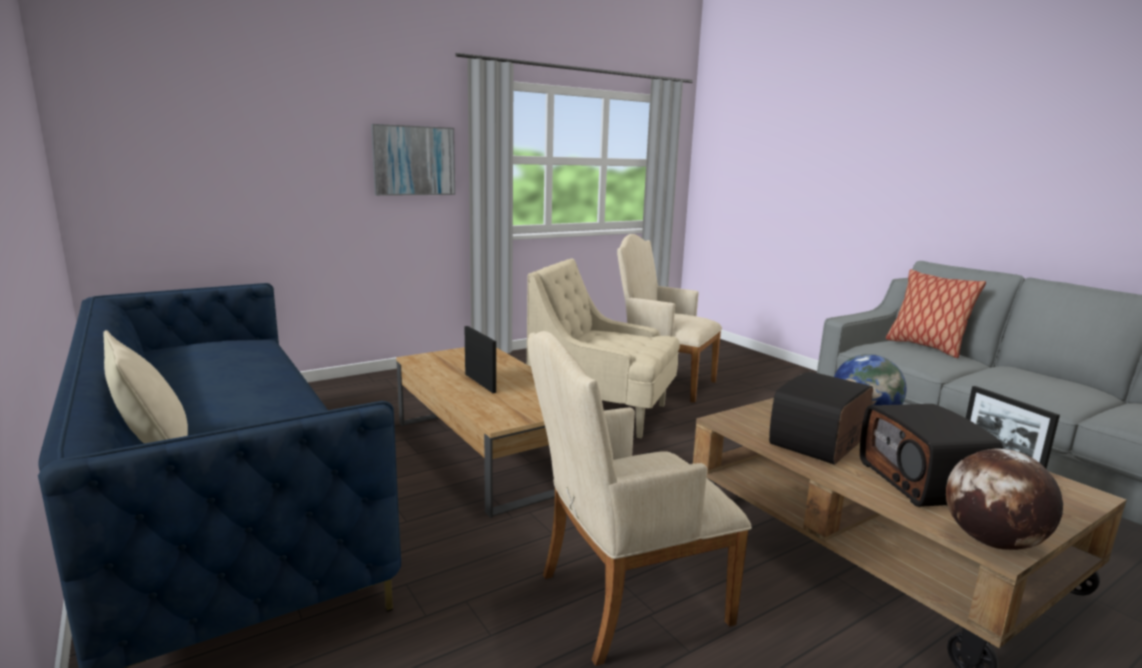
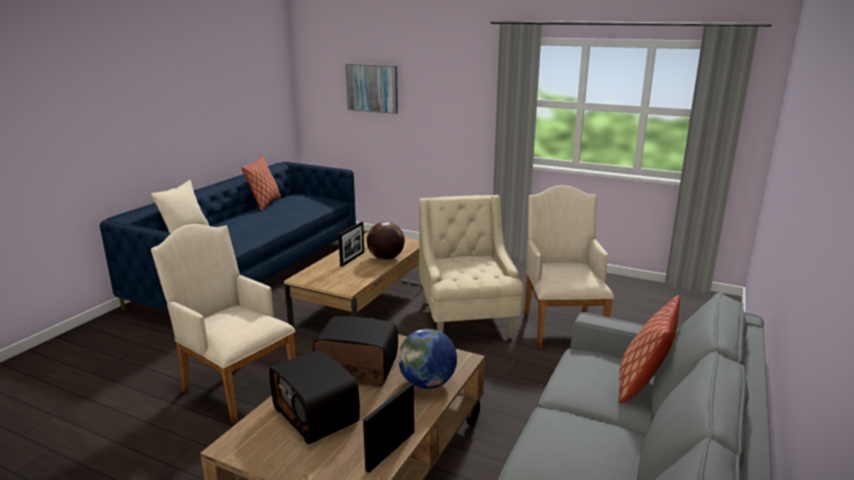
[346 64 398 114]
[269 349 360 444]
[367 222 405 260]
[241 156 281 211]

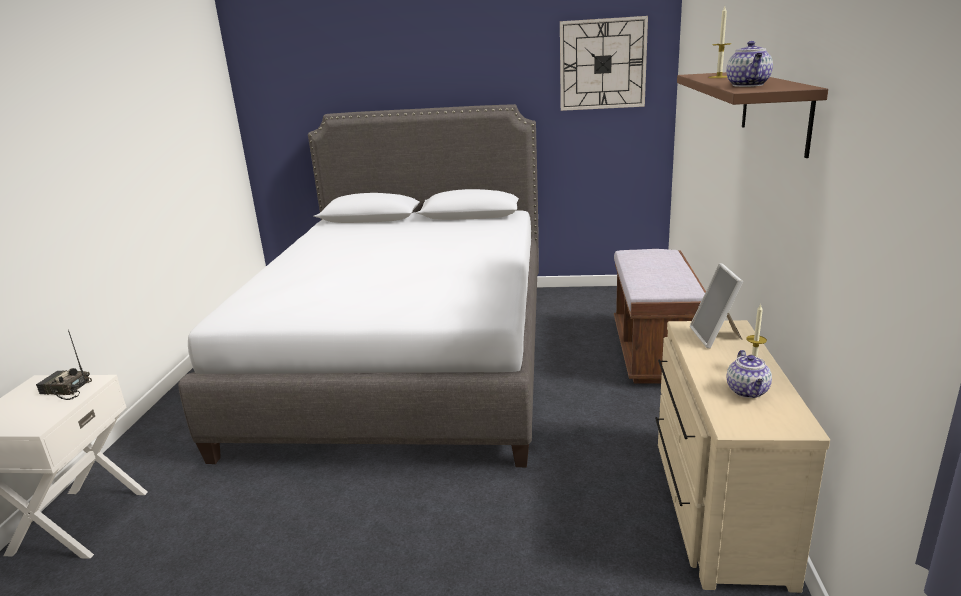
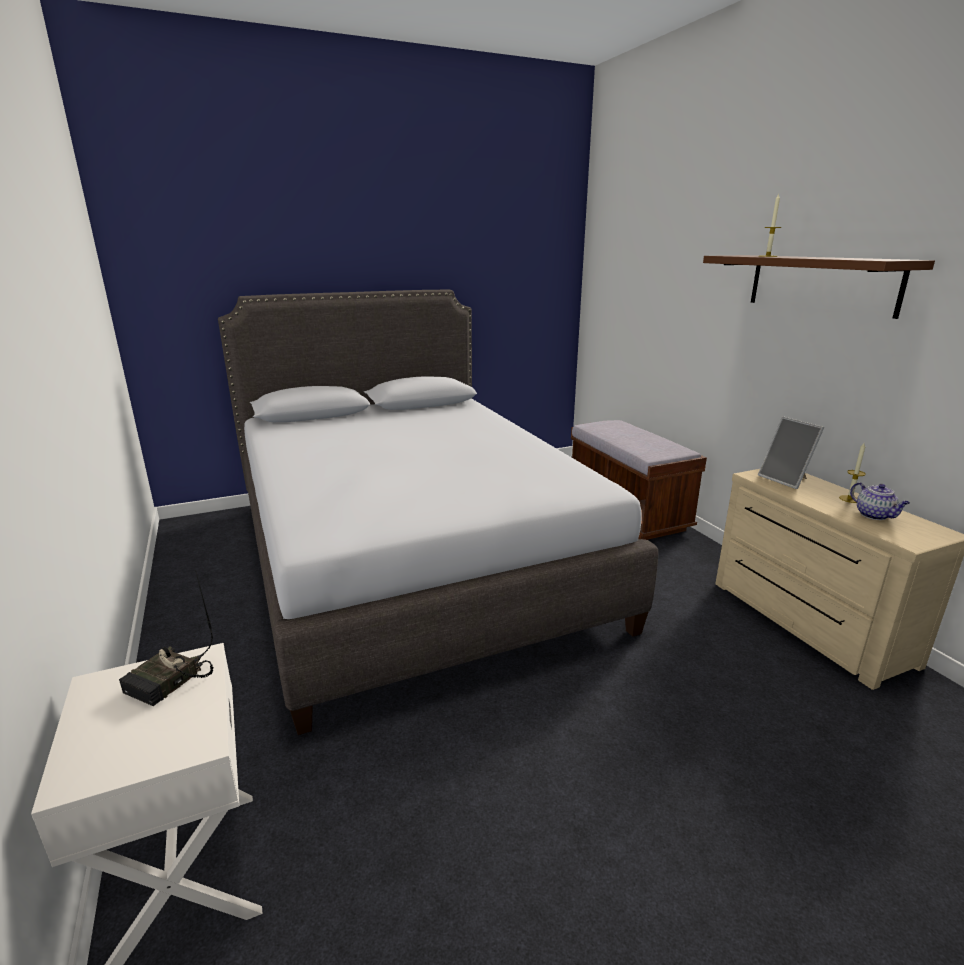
[560 16 648 111] (first image)
[726 41 773 87] (first image)
[119 570 214 706]

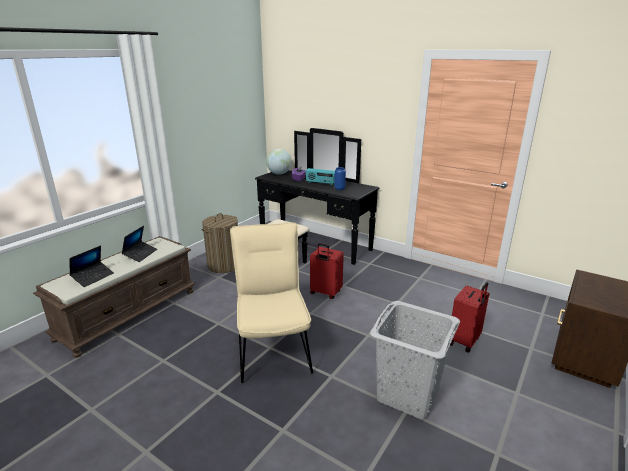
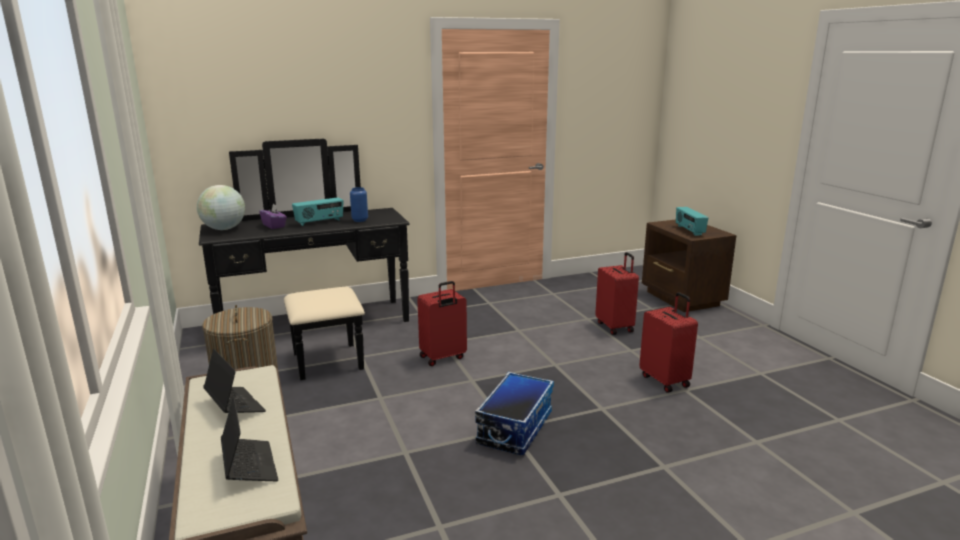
[475 372 554 455]
[639 292 698 393]
[676 207 708 236]

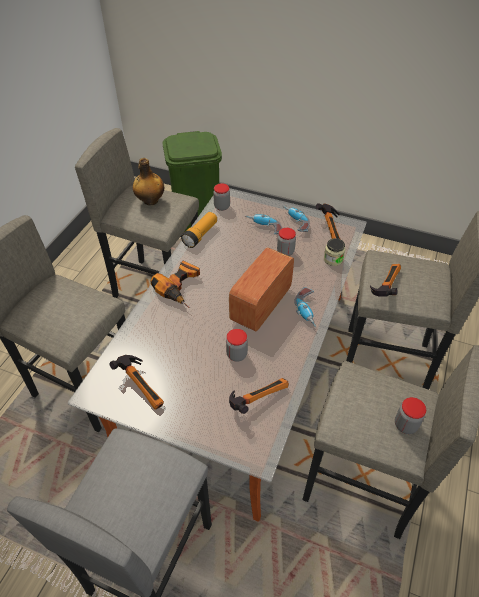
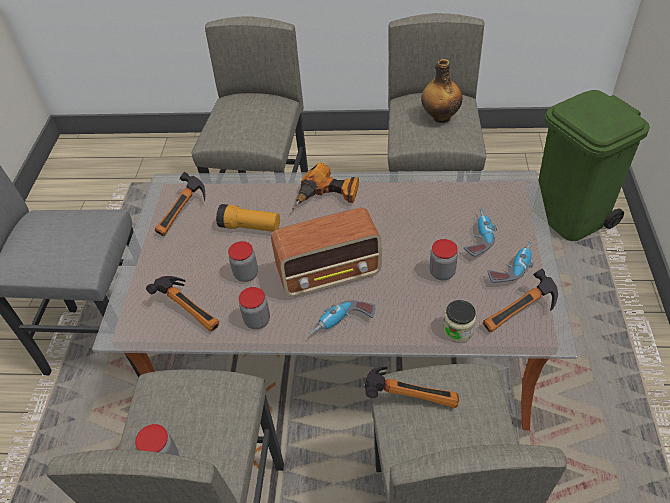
[239 287 270 329]
[216 204 280 232]
[271 208 382 297]

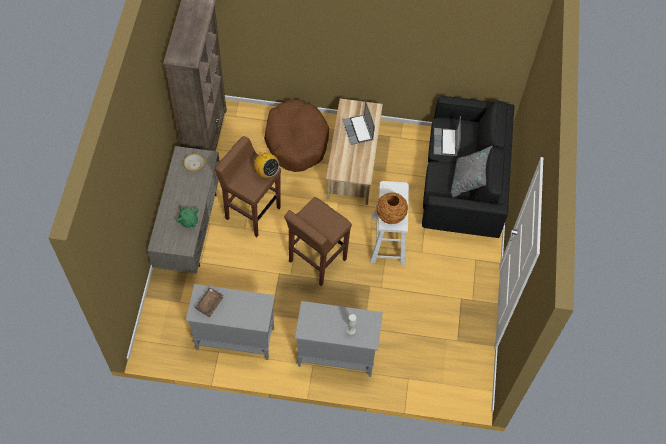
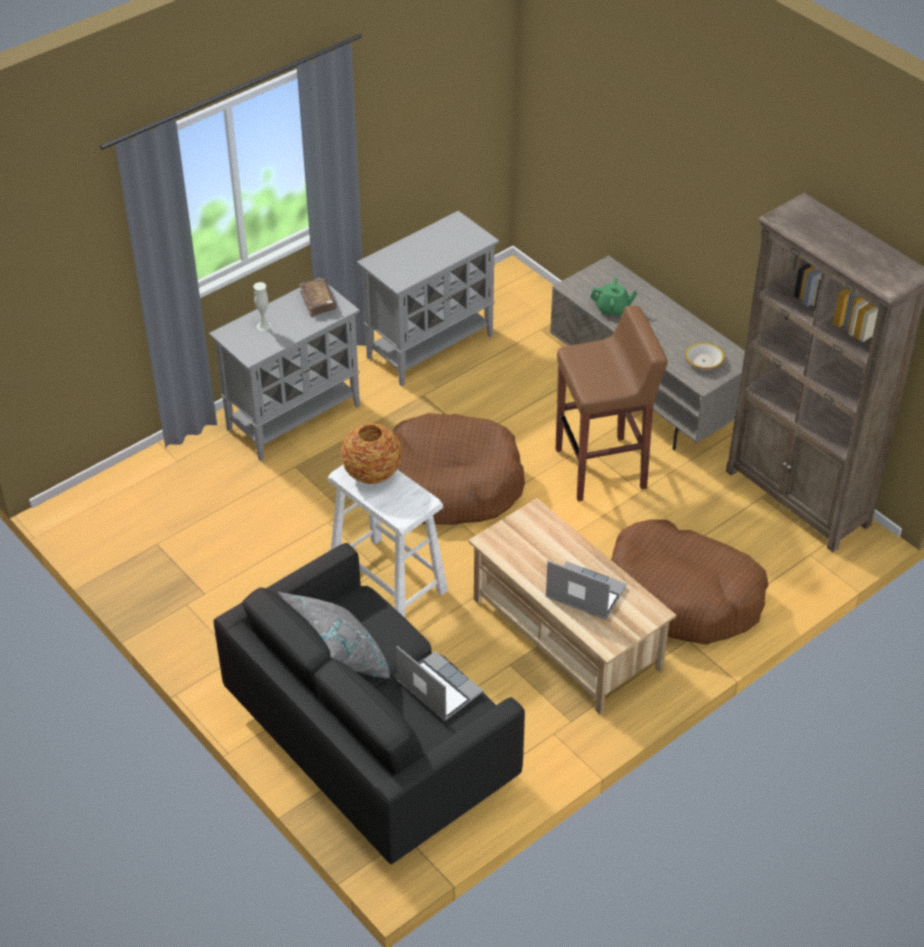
[254 152 279 178] (first image)
[392 413 525 525]
[299 278 337 317]

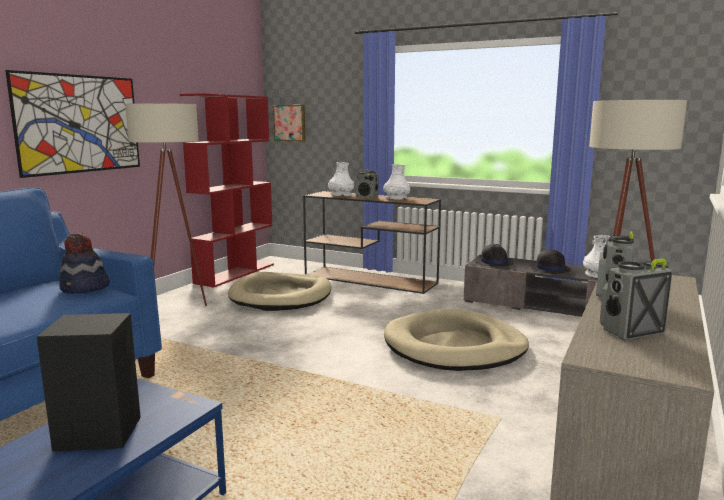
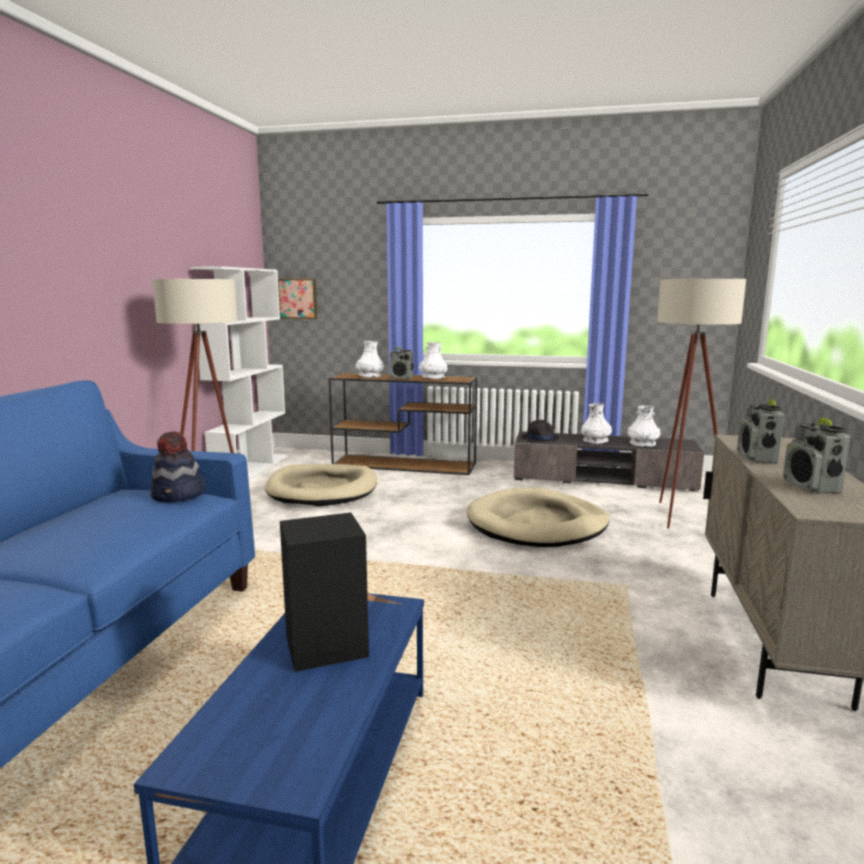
[5 70 140 178] (first image)
[191 266 288 480]
[581 403 612 444]
[783 418 850 494]

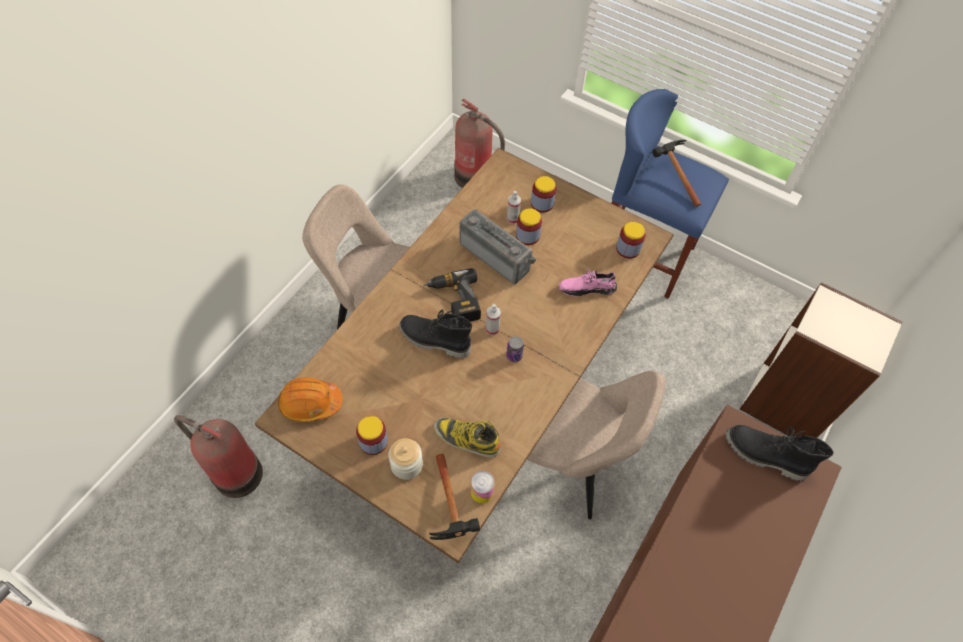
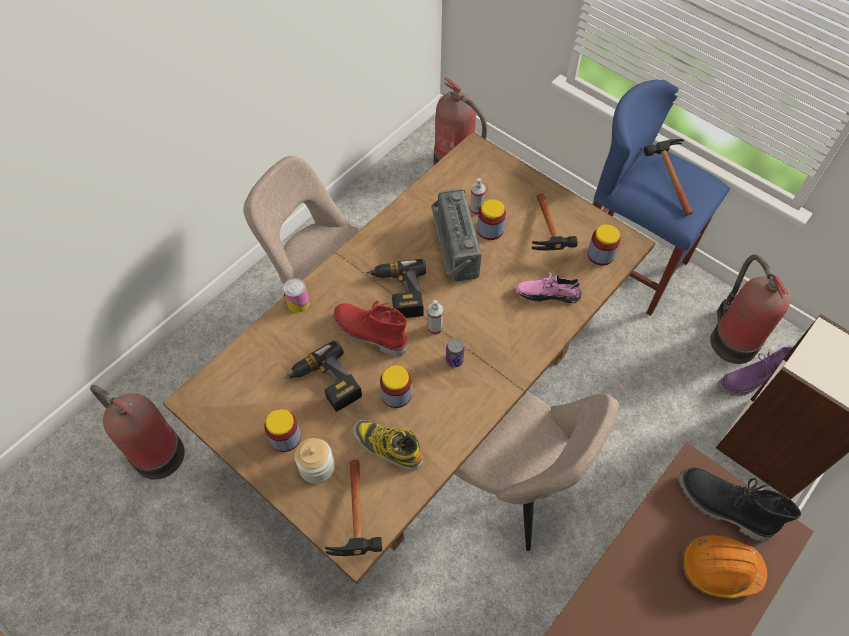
[380 365 412 408]
[431 189 482 282]
[333 301 407 357]
[682 535 767 598]
[283 278 309 313]
[532 193 578 250]
[710 254 790 364]
[285 340 362 412]
[718 347 793 396]

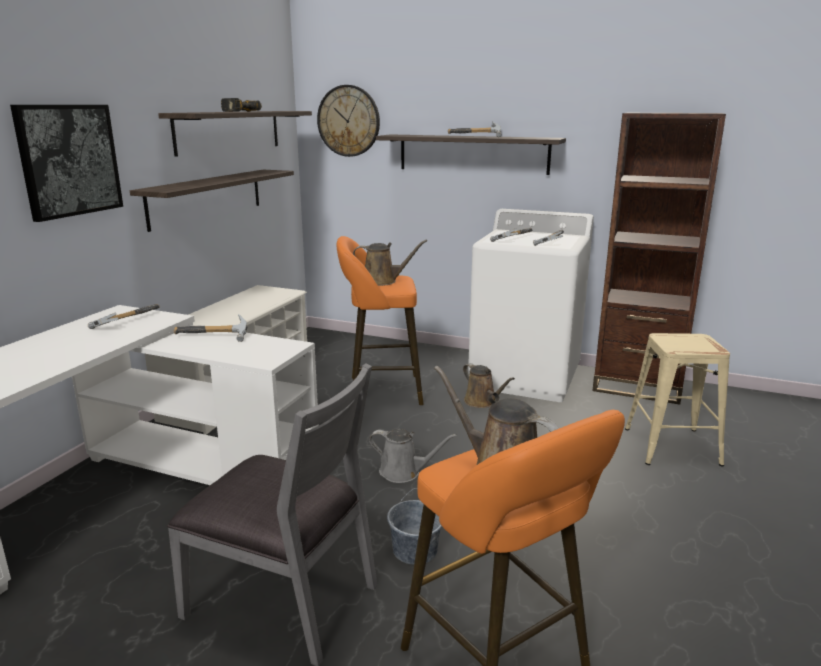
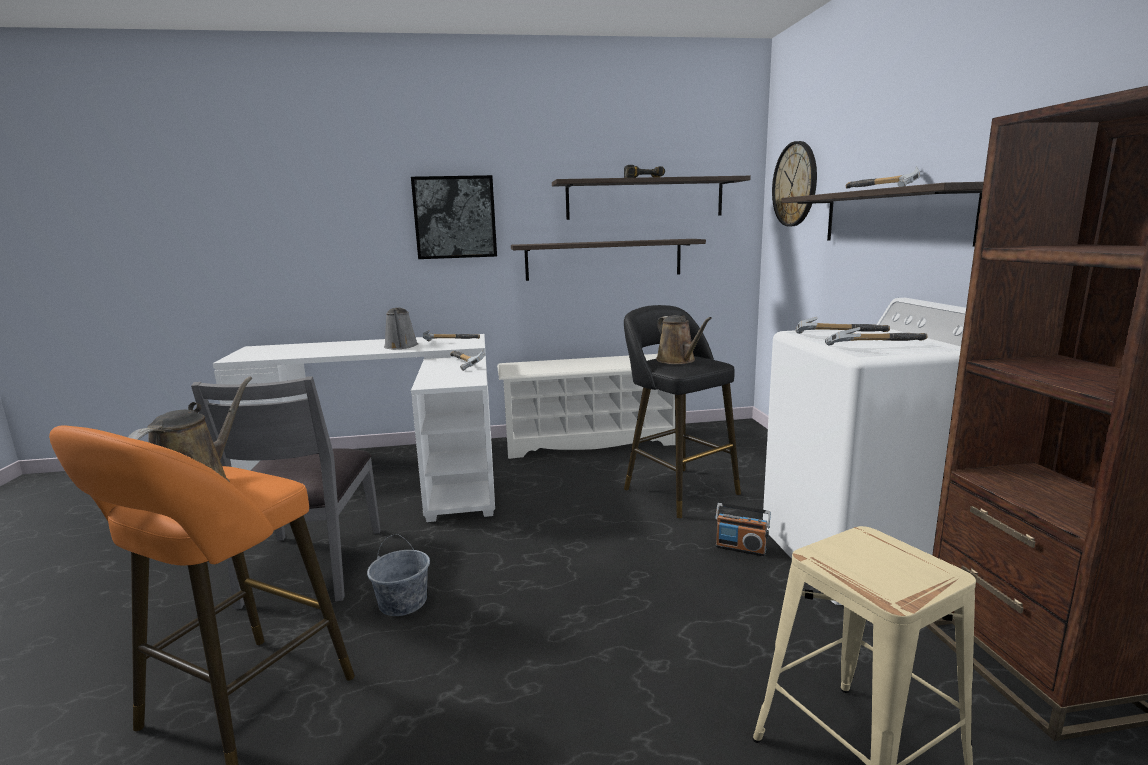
[624 305 741 518]
[715 503 771 556]
[384 308 418 349]

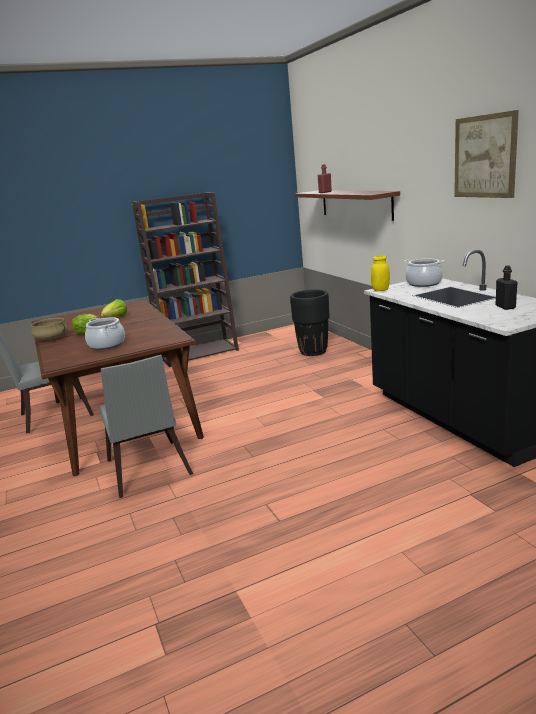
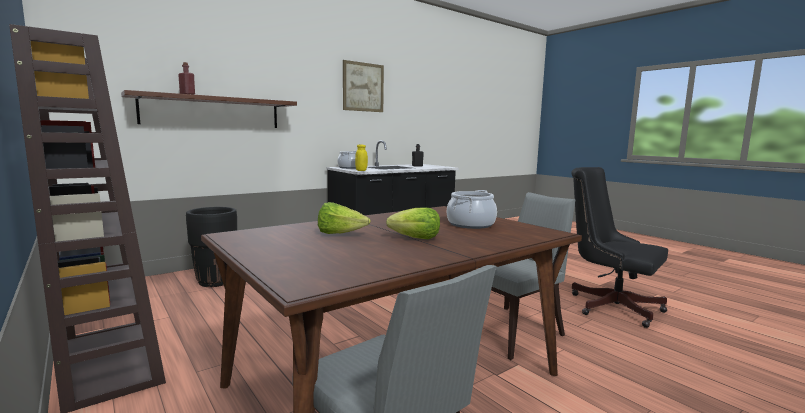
[31 318 68 340] (first image)
[571 167 668 328]

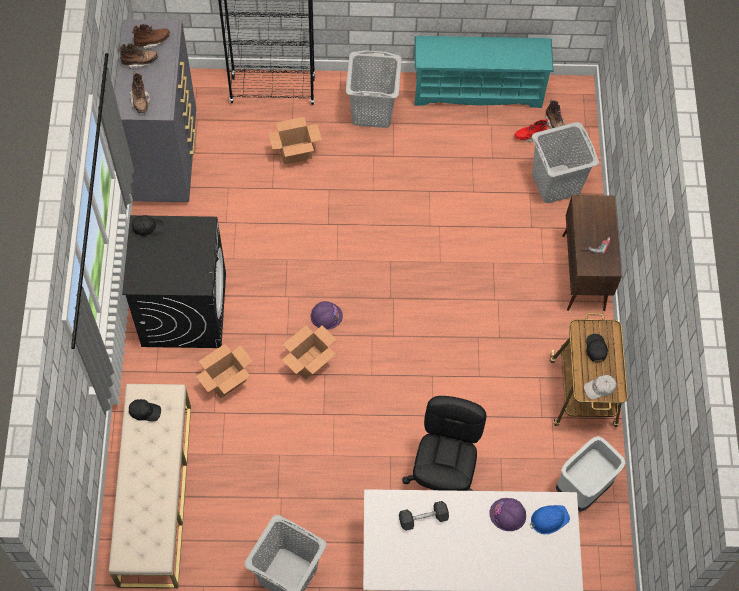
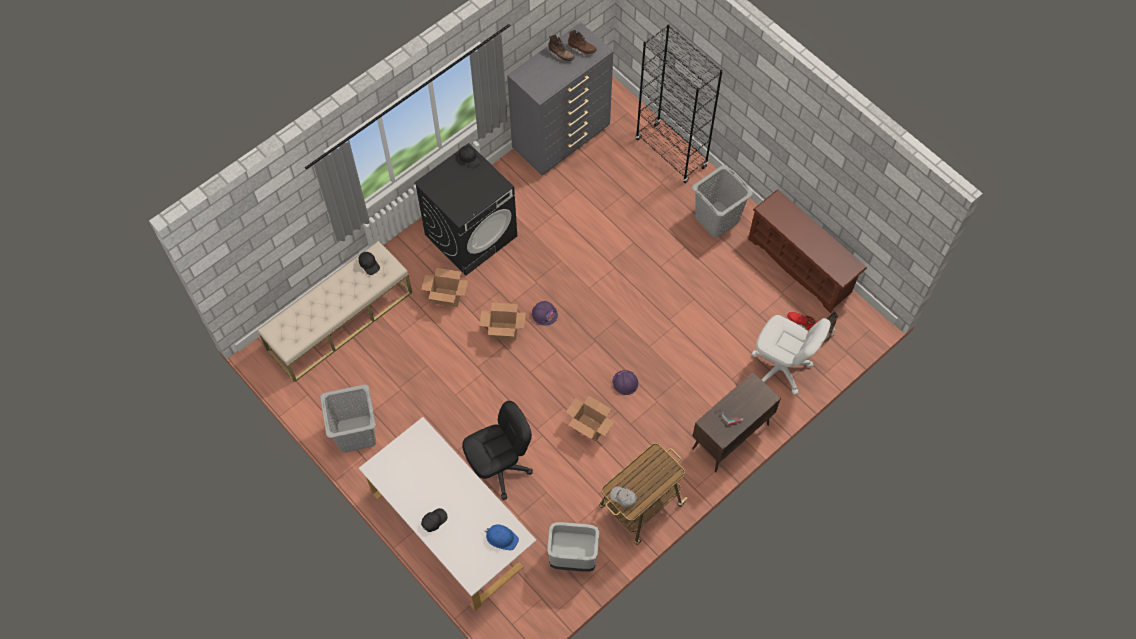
[748 189 867 313]
[129 72 150 113] (first image)
[566 396 614 442]
[752 315 831 395]
[421 508 448 532]
[612 370 638 395]
[399 501 449 531] (first image)

